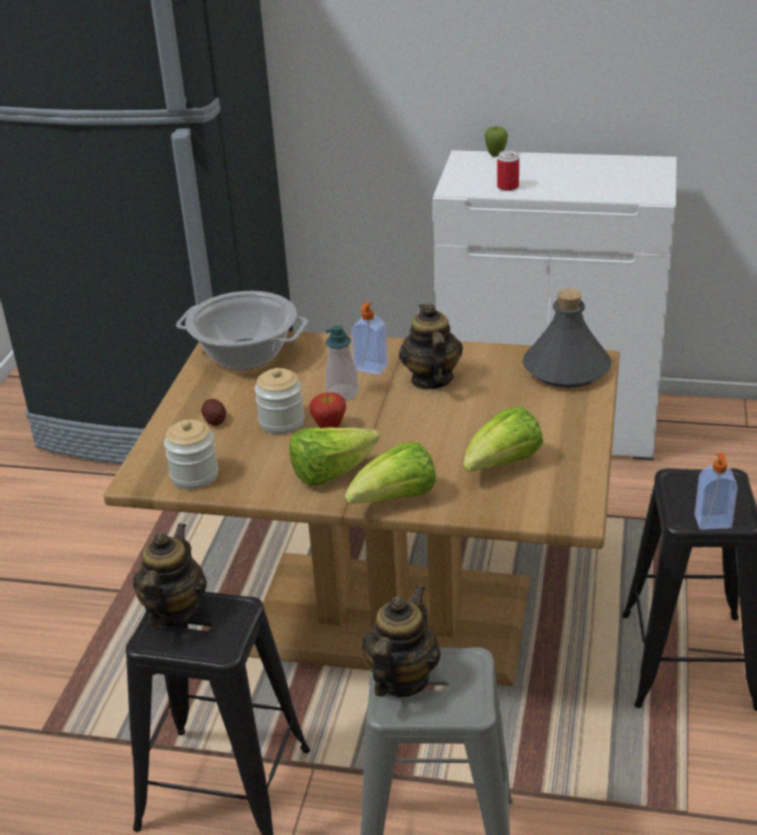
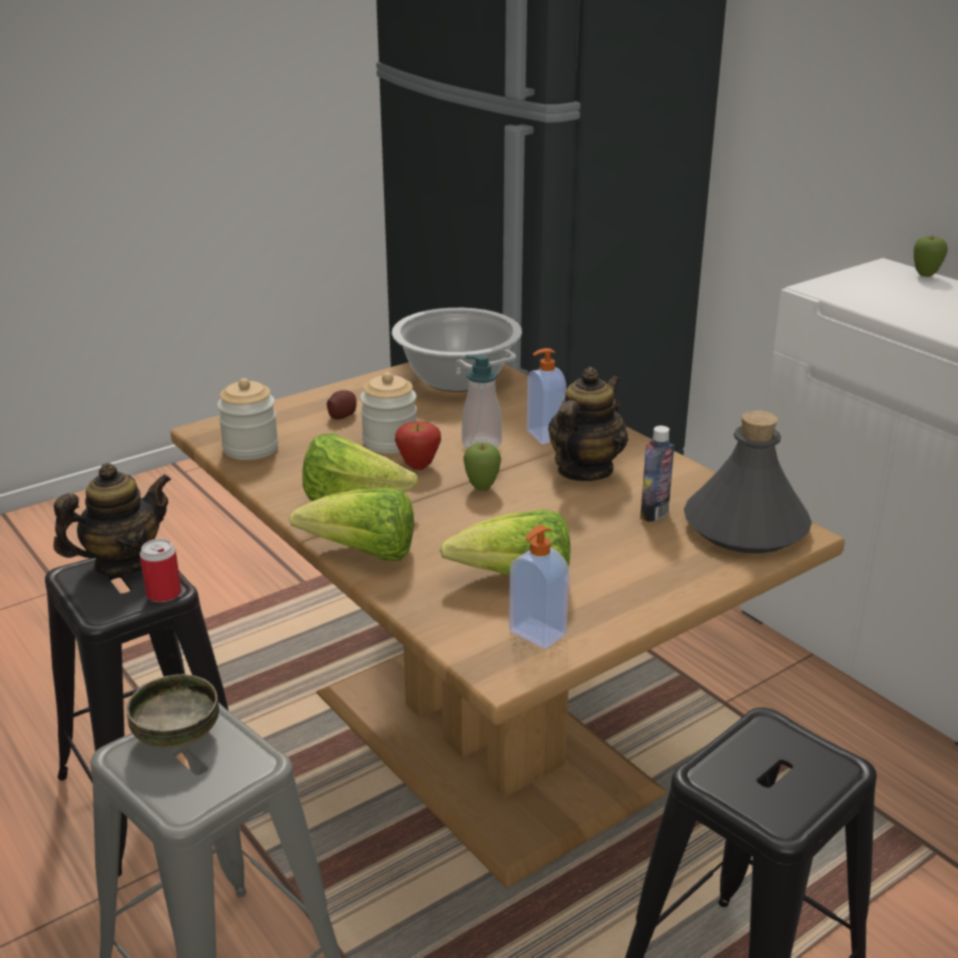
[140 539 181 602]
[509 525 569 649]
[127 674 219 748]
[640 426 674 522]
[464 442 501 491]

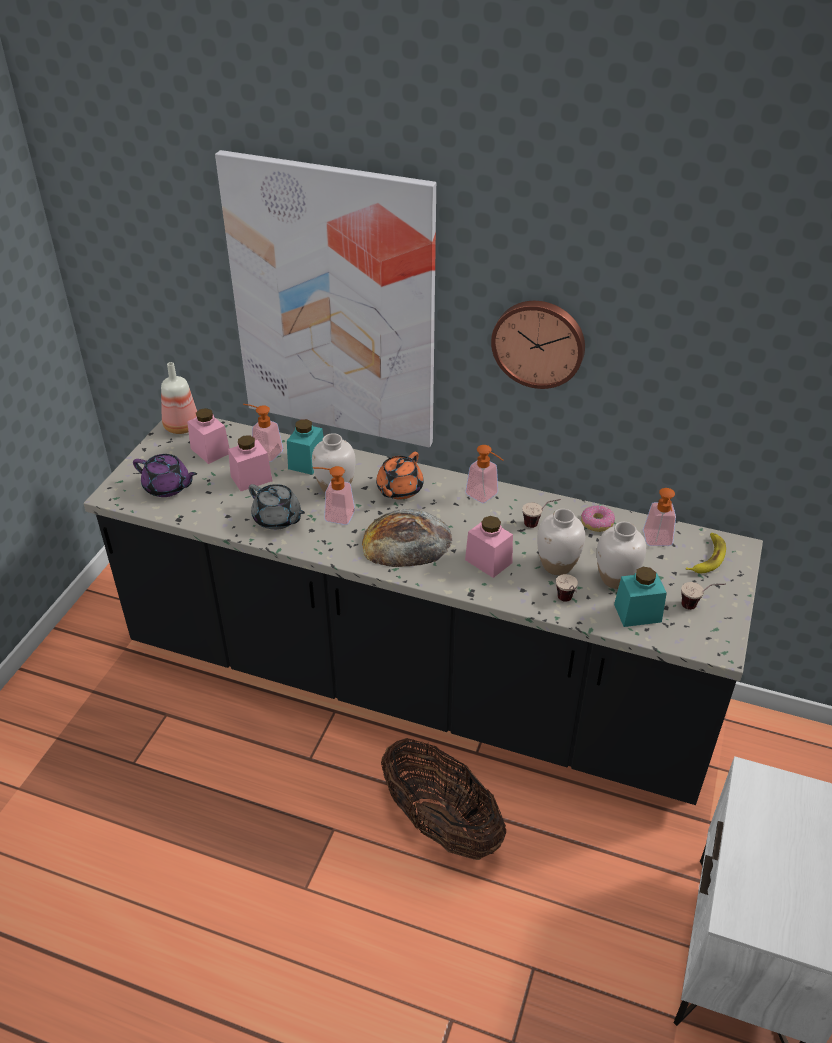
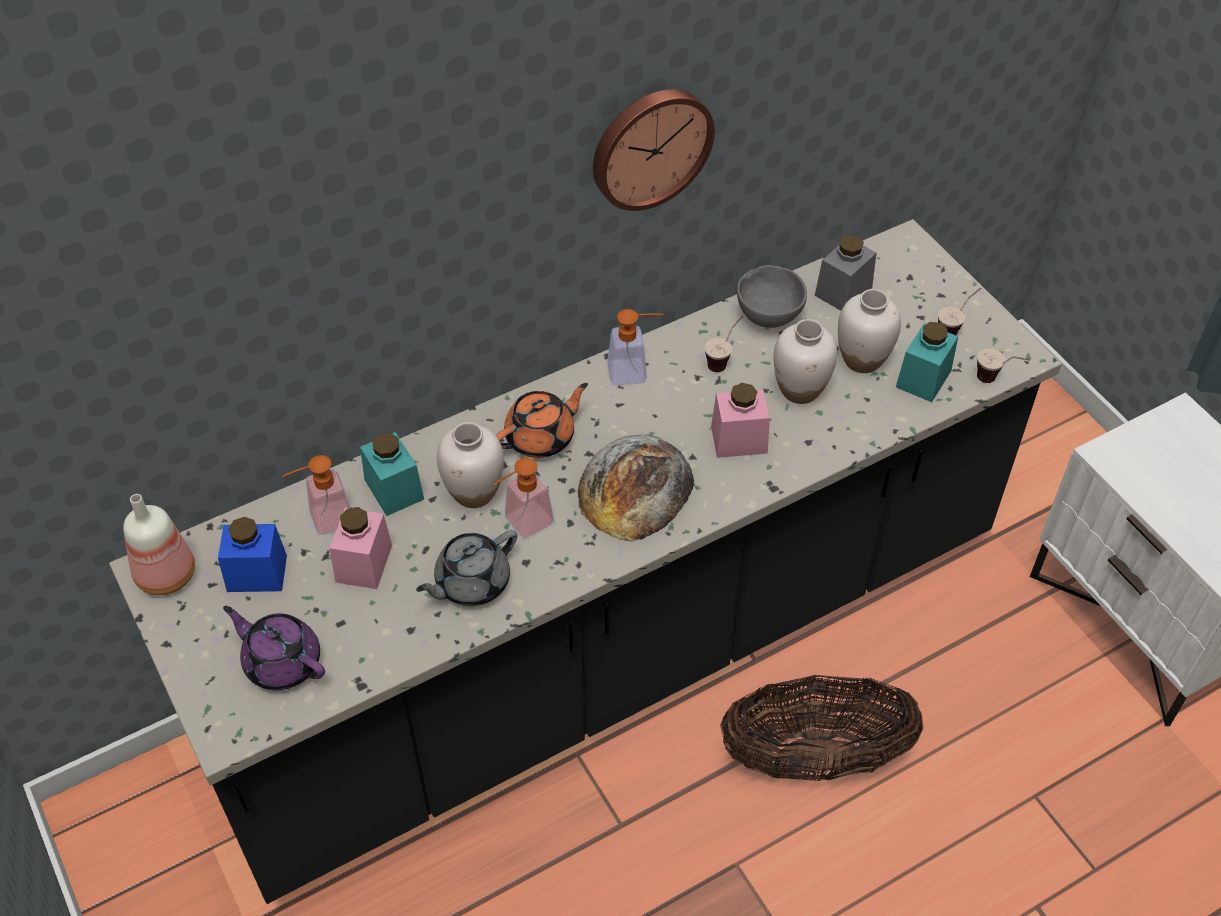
[215 150 436 447] (first image)
[218 517 287 592]
[496 383 588 458]
[223 606 325 690]
[416 530 517 606]
[815 235 876 311]
[737 265 807 328]
[686 533 726 573] (first image)
[977 348 1030 383]

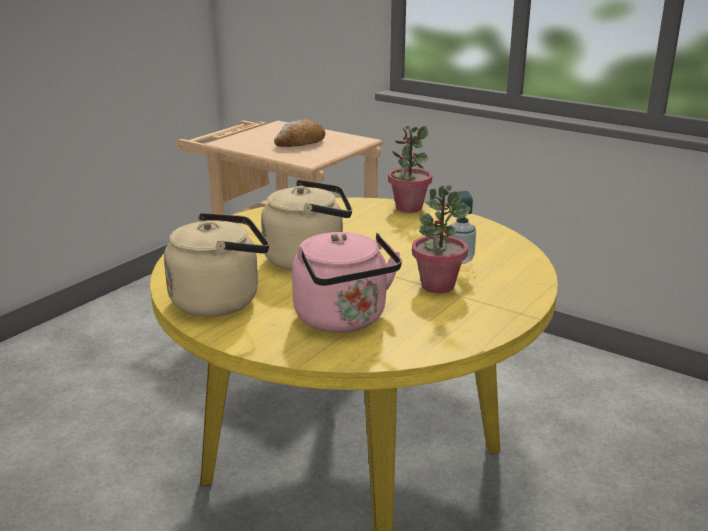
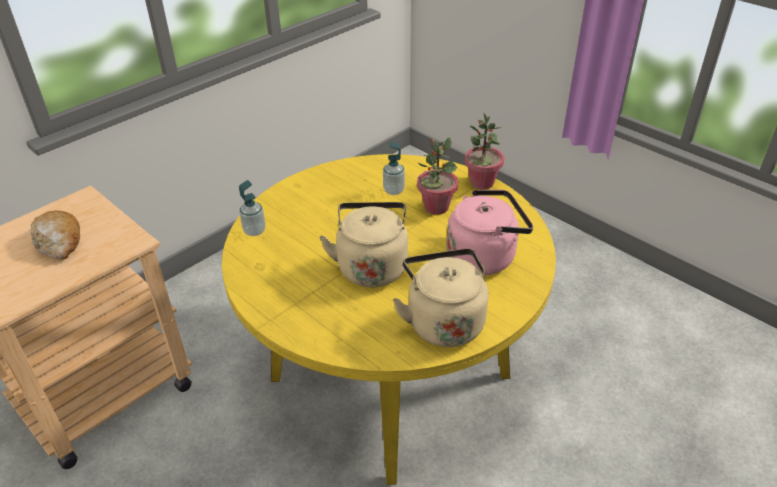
[465 112 504 190]
[239 180 266 236]

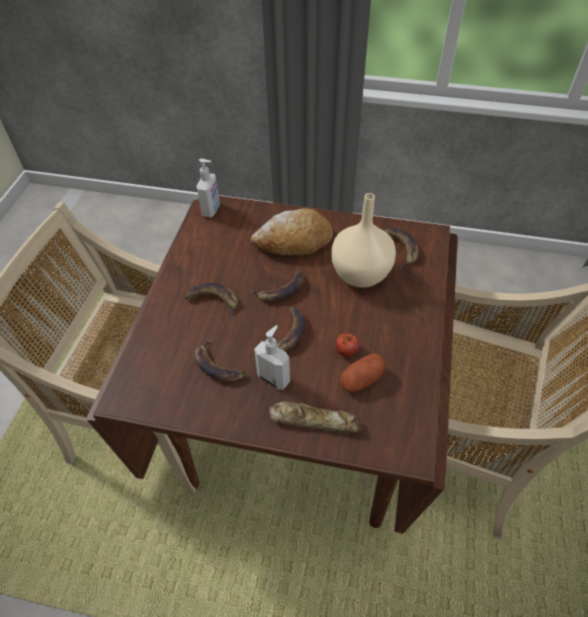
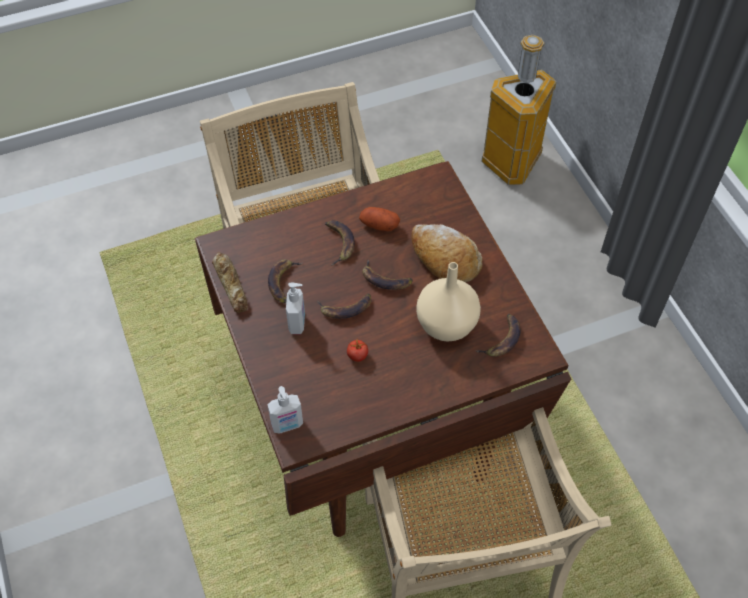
[268 386 303 433]
[359 207 400 231]
[212 252 248 313]
[481 35 557 185]

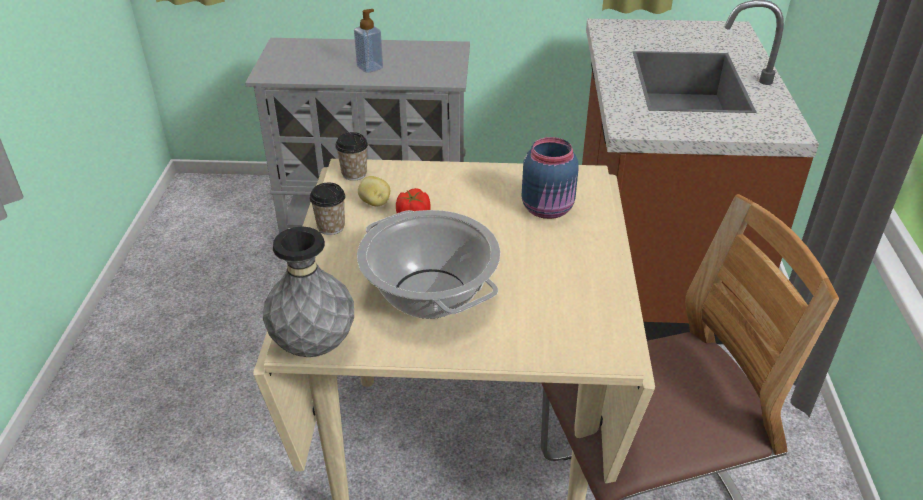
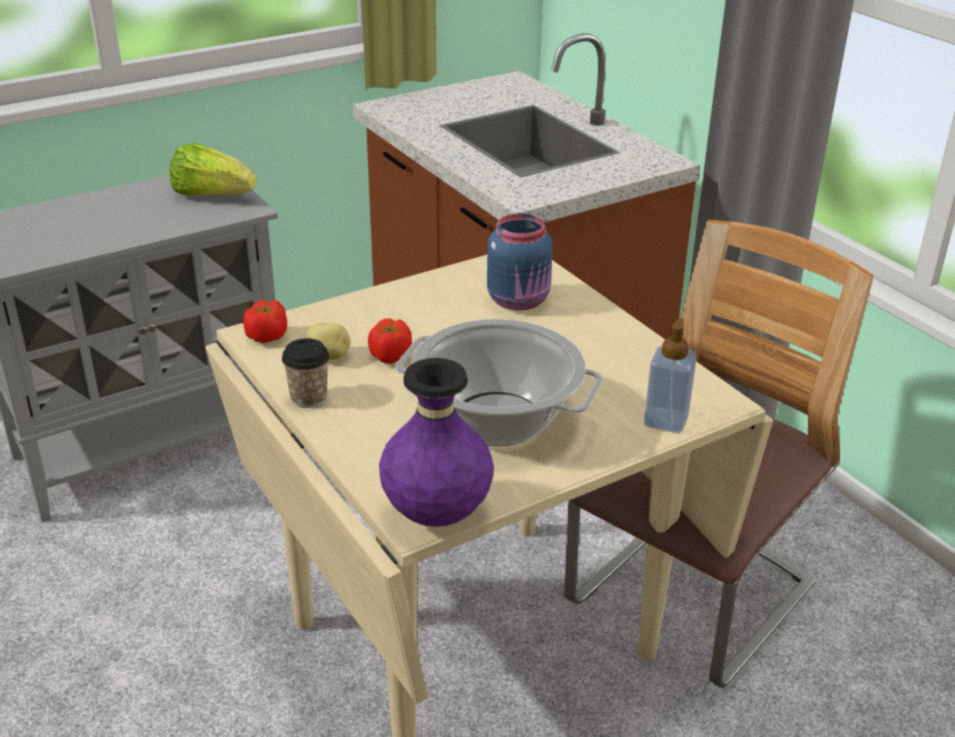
[644 318 697 433]
[243 300 287 343]
[379 358 494 527]
[169 143 257 195]

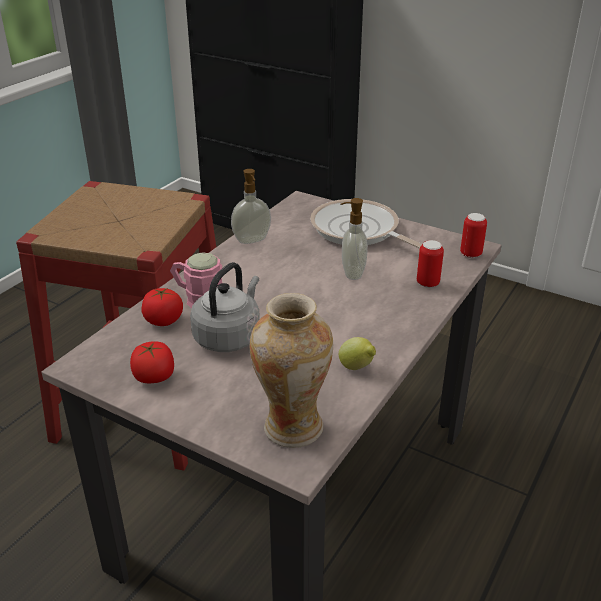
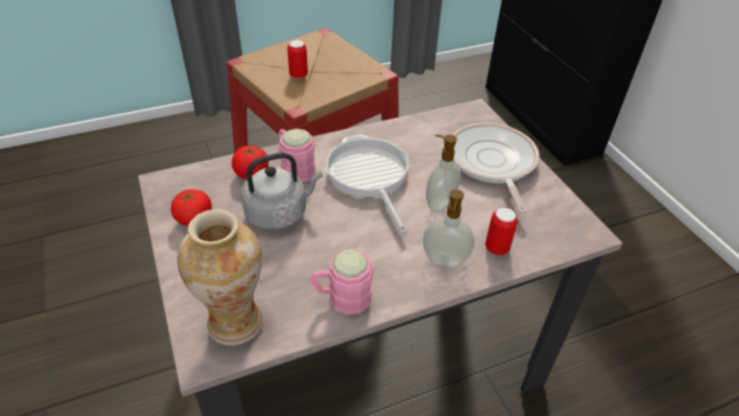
[423 189 475 267]
[287 40 308 79]
[309 249 373 315]
[325 135 409 235]

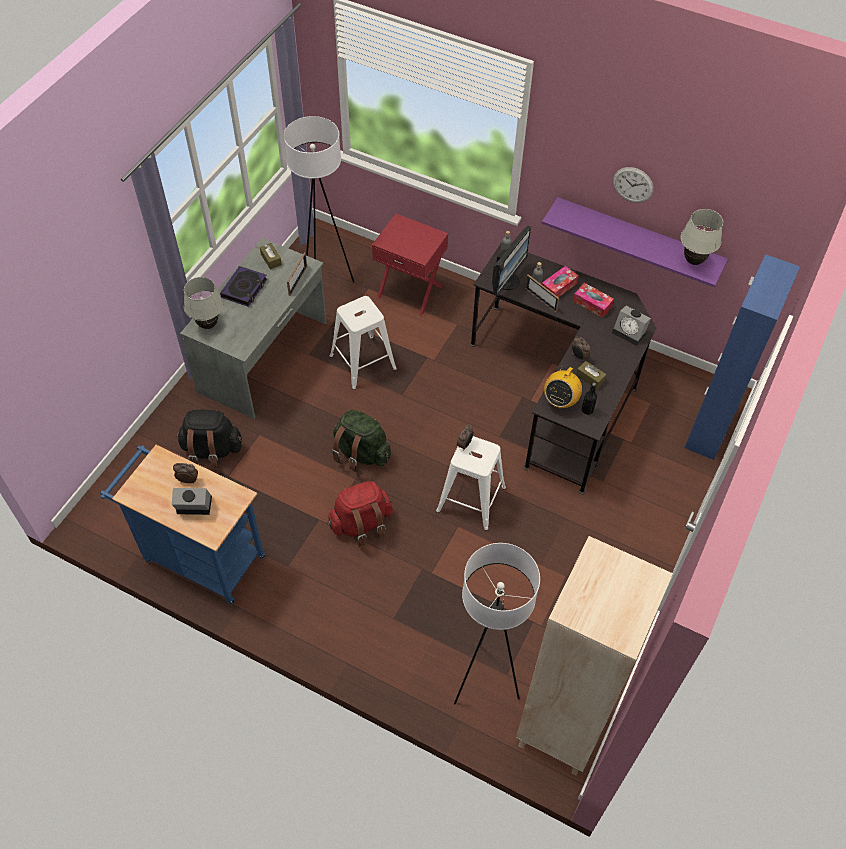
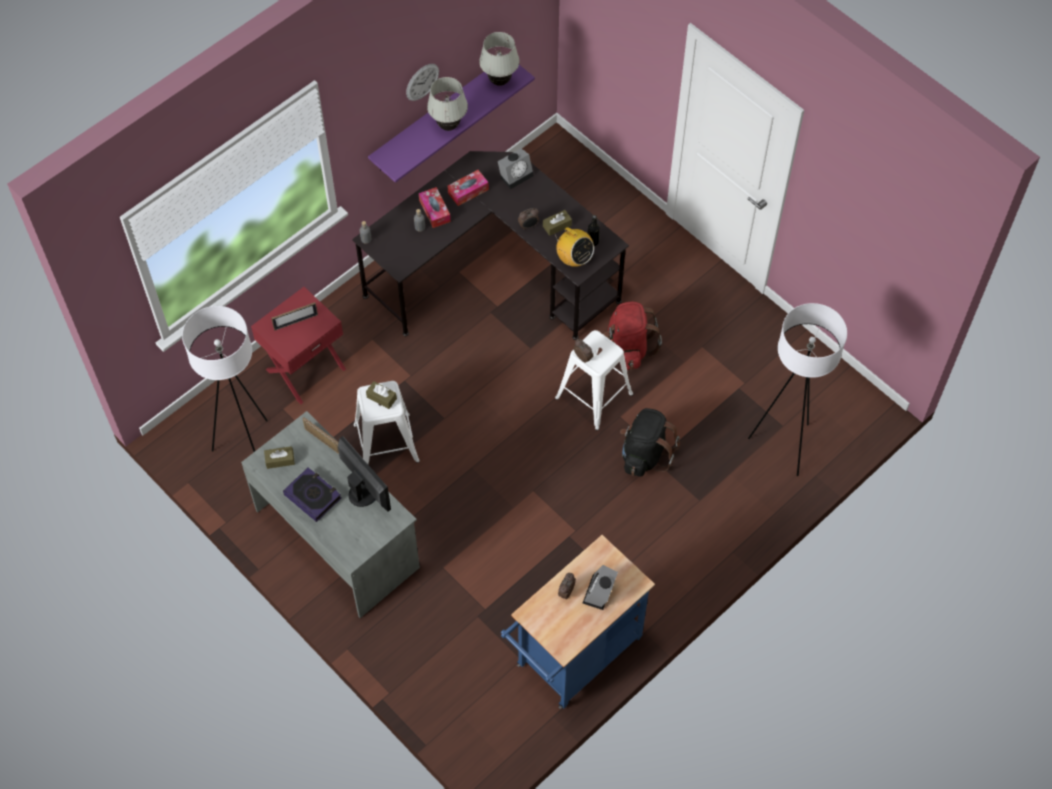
[338 436 391 512]
[685 254 800 460] (first image)
[271 302 318 331]
[427 77 468 131]
[332 409 391 473] (first image)
[620 408 680 477]
[603 302 662 370]
[516 536 673 776] (first image)
[366 381 397 409]

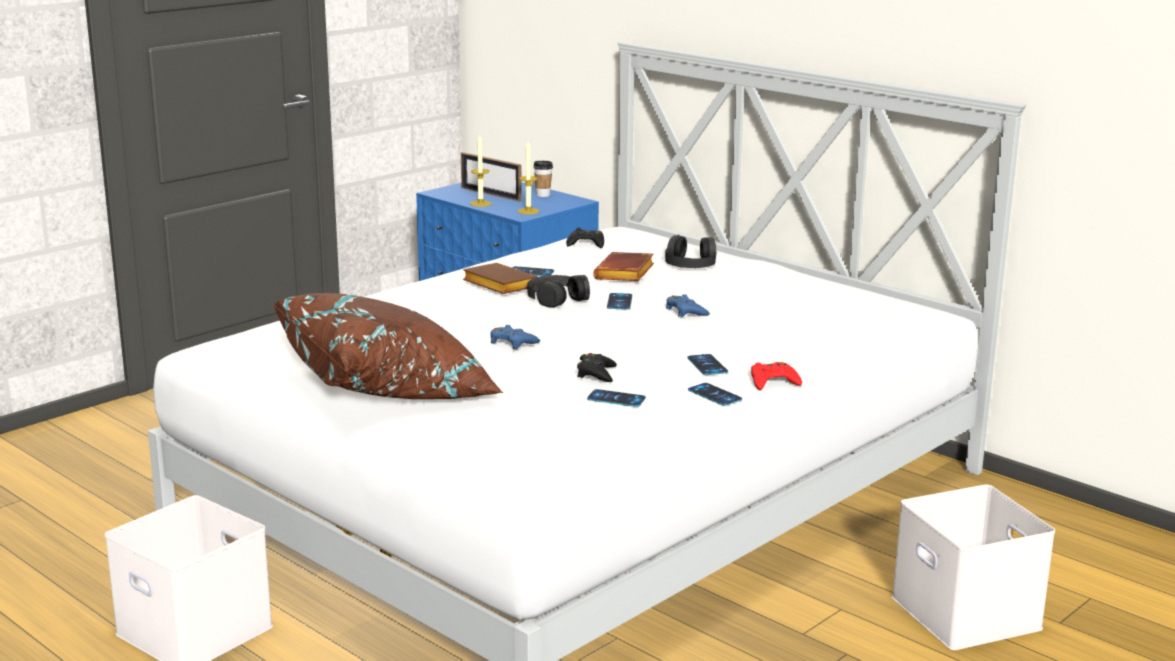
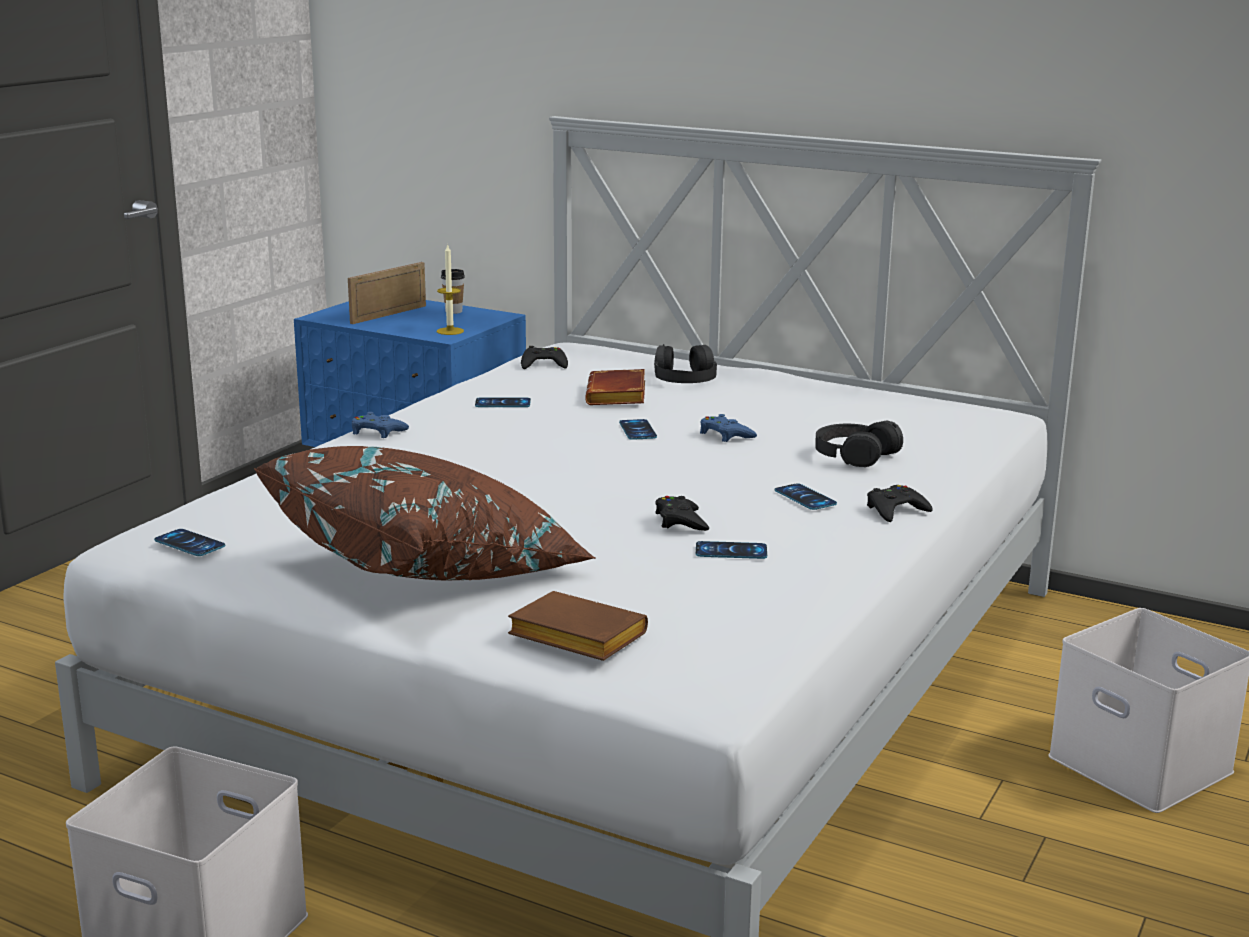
[470 135 492 207] (first image)
[348 262 426 324]
[508 591 648 661]
[815 421 903 467]
[352 412 409 438]
[867 485 933 522]
[154 529 225 556]

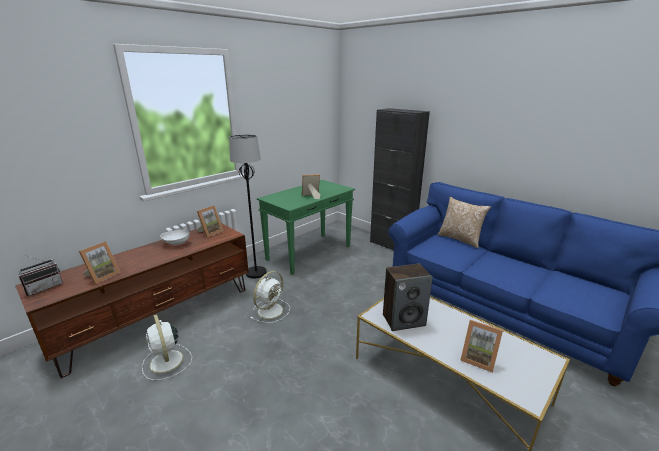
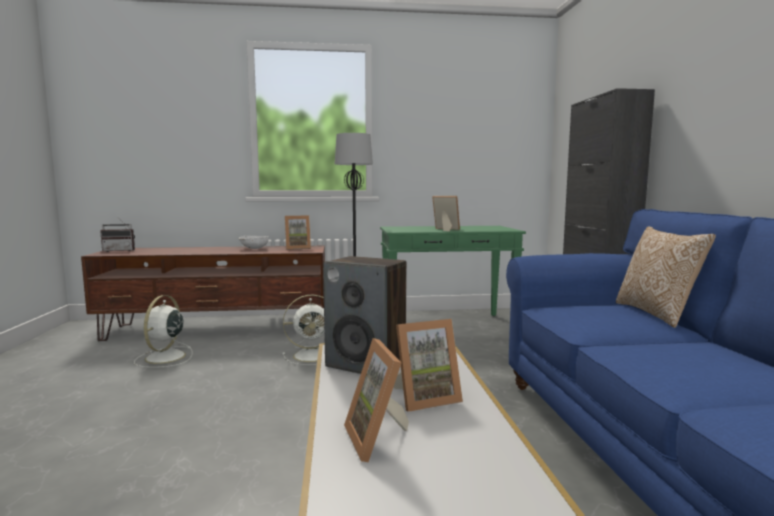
[394 319 463 412]

